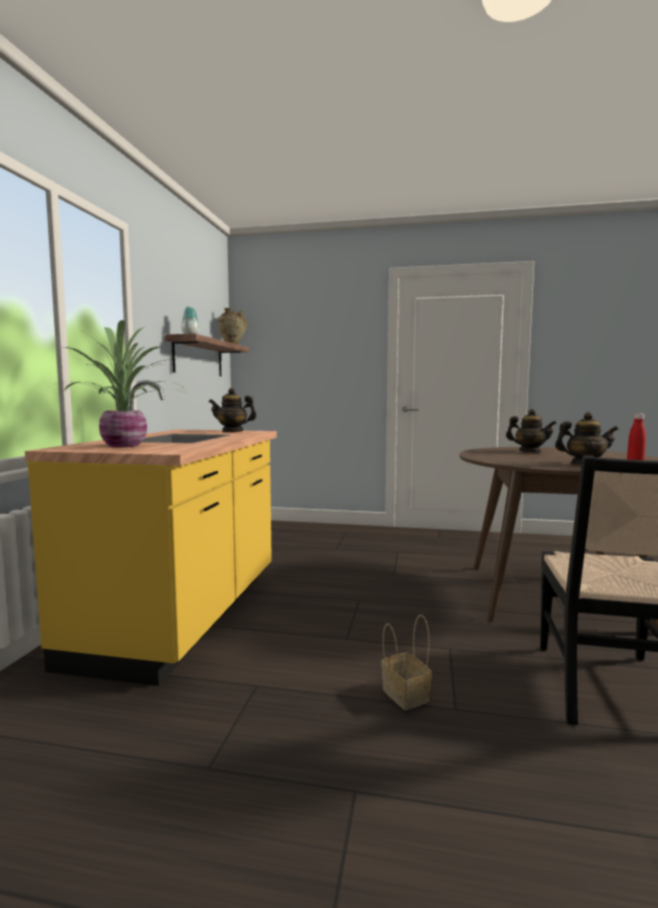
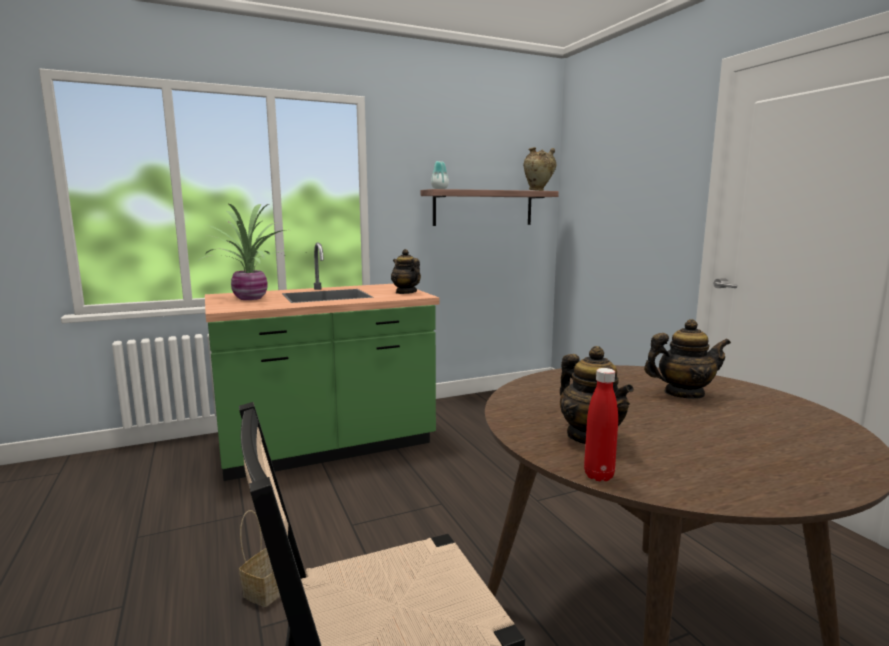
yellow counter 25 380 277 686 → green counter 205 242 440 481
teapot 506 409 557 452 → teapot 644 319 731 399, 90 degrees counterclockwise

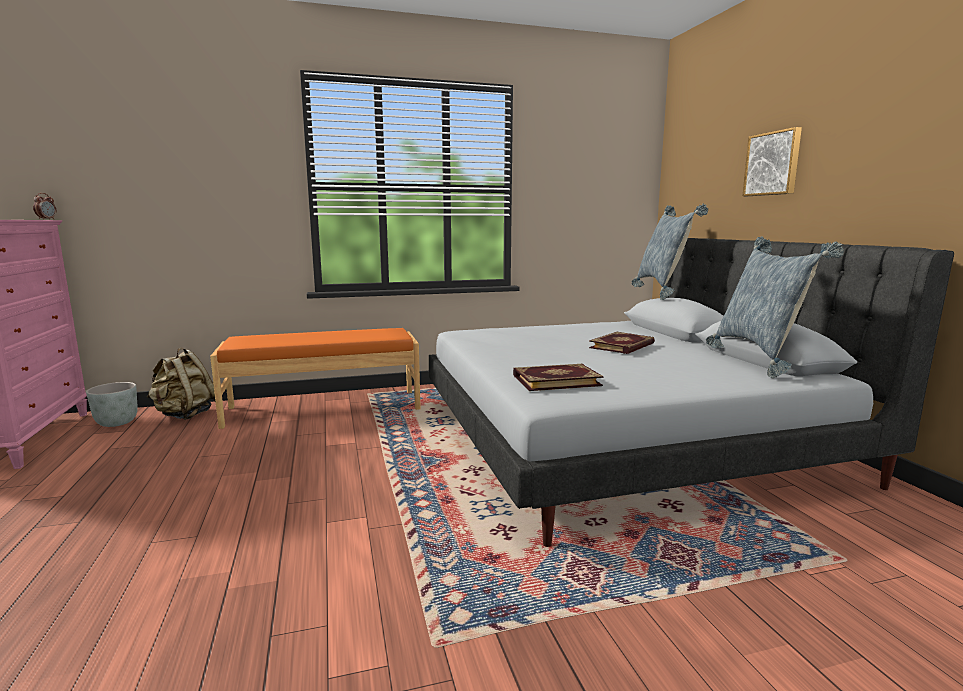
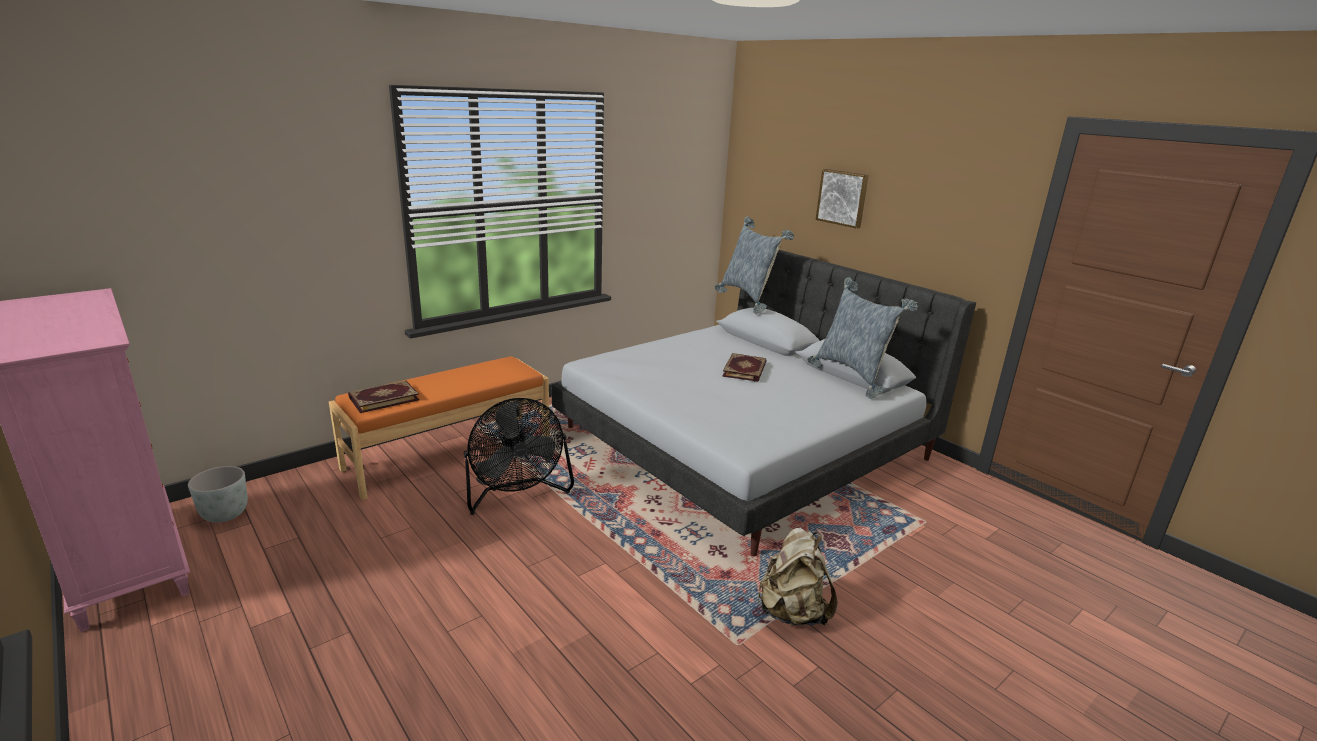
alarm clock 33 193 56 220 → -
beige backpack 147 348 215 420 → beige backpack 757 528 838 626, move
book 513 364 603 391 → book 348 380 419 413, move
- → black fan 464 398 574 515

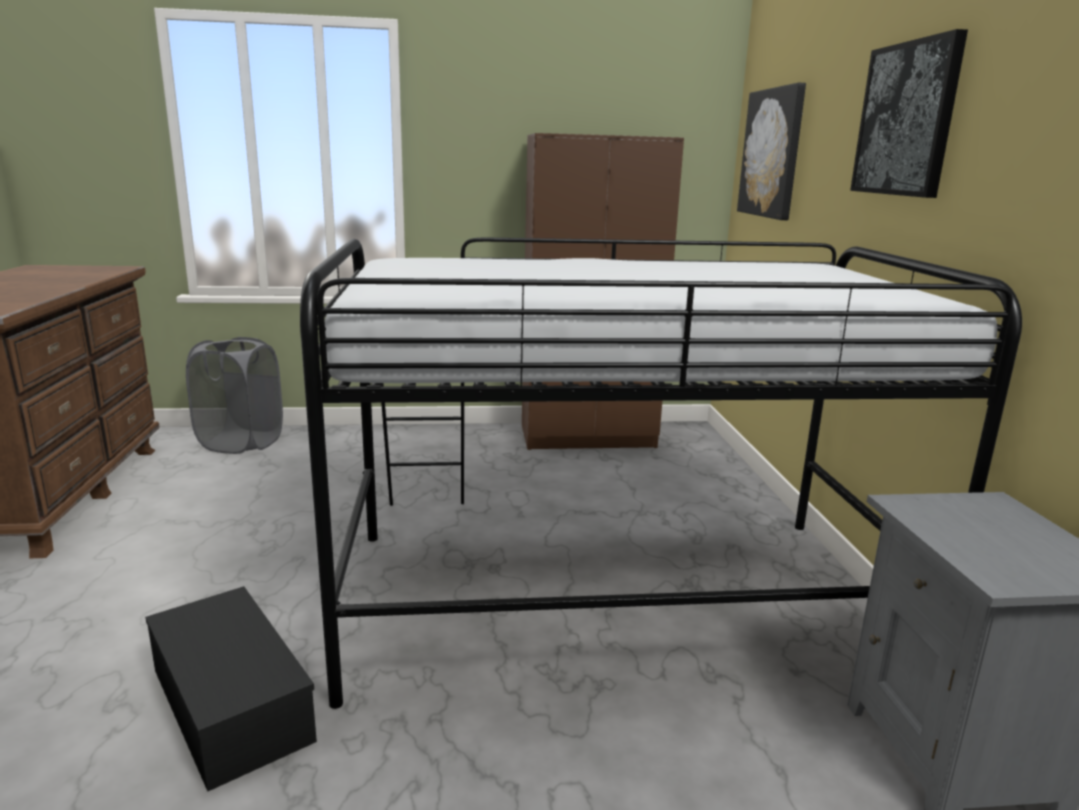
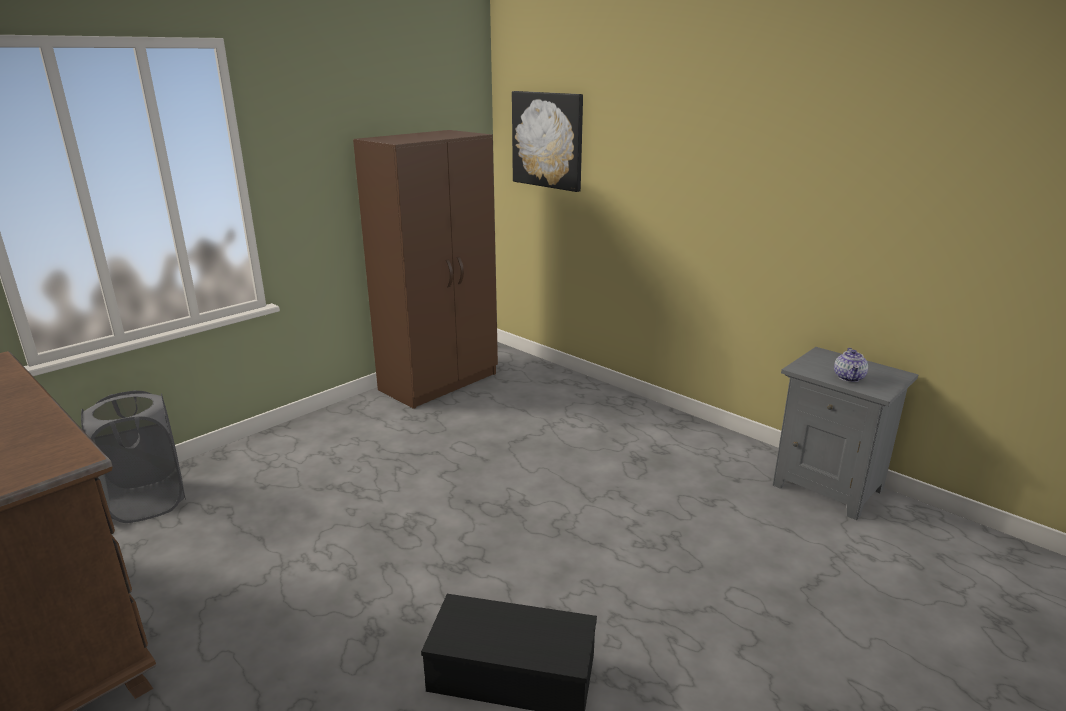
black bed 300 238 1022 709 → -
picture 850 29 968 198 → -
- → teapot 834 348 868 382

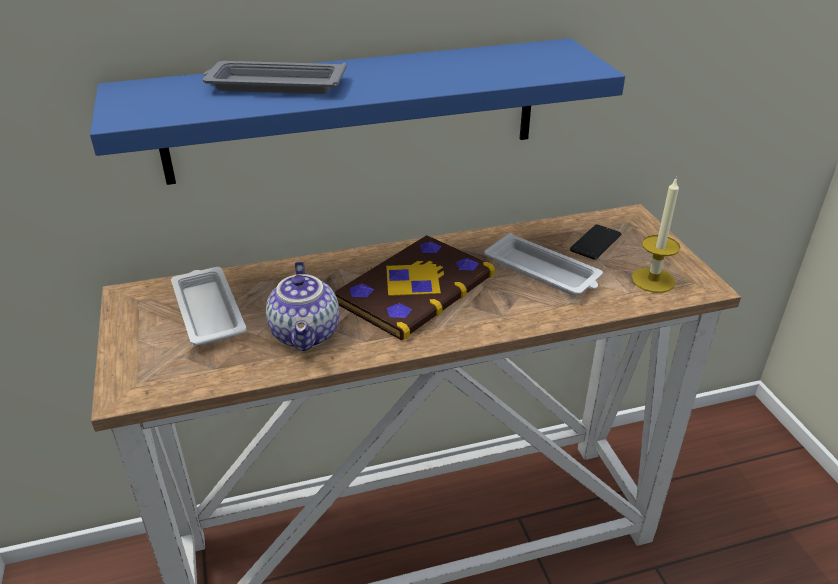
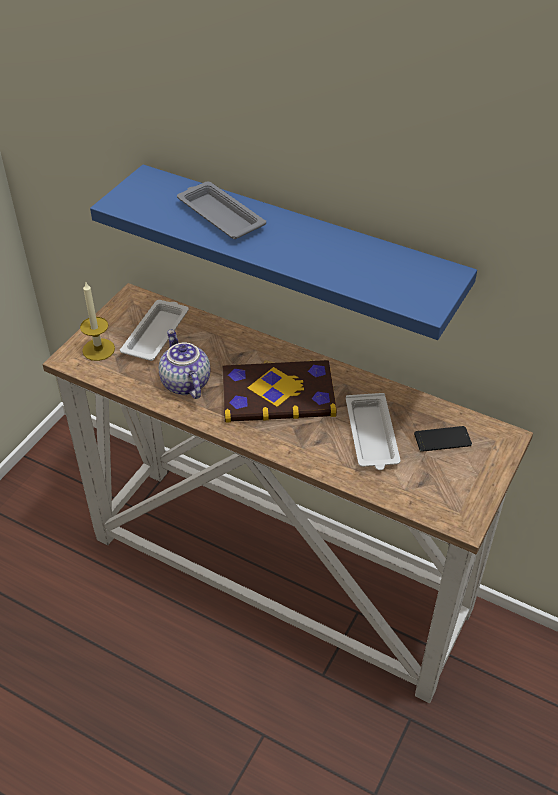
teapot 266 261 340 351 → teapot 159 330 211 399, 120 degrees clockwise
candle 631 177 681 293 → candle 80 281 115 361, move

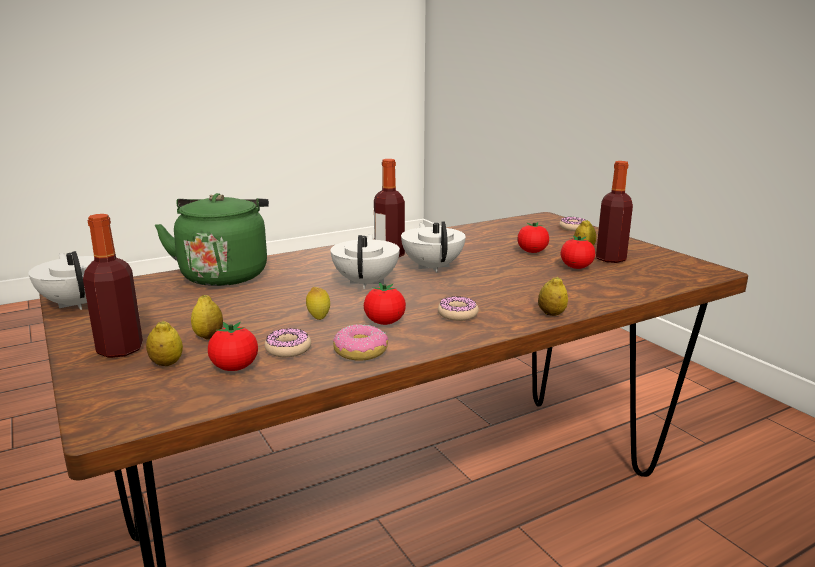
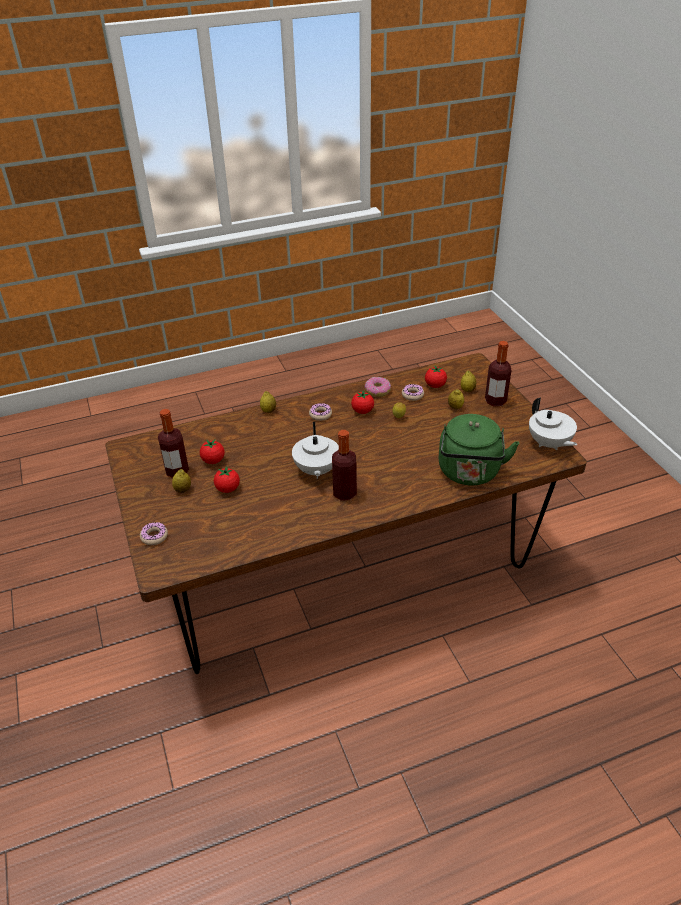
white teapot 331 234 400 289 → -

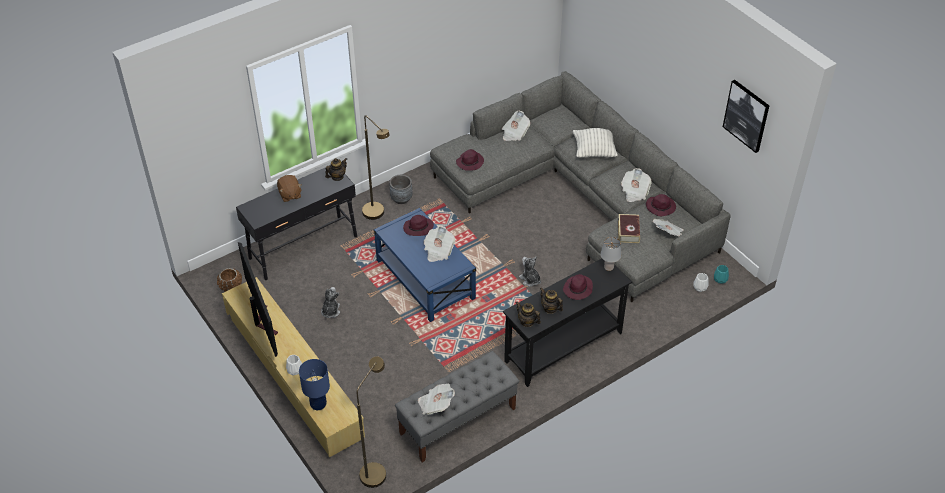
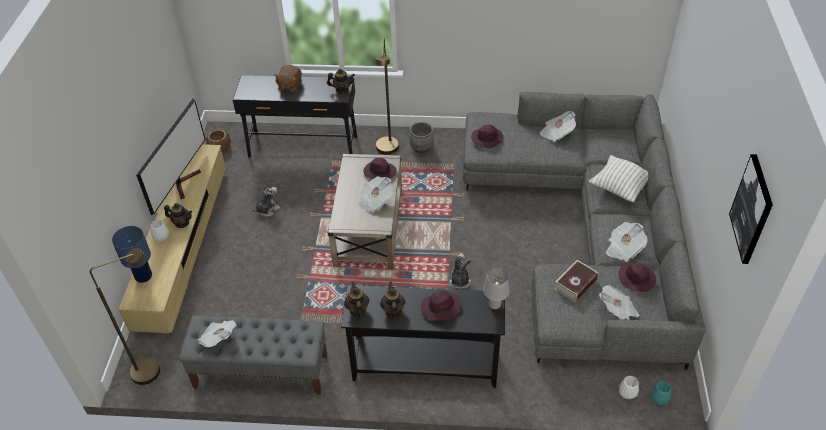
blue coffee table 374 208 476 322 → beige coffee table 327 154 402 269
- → teapot 164 203 192 228

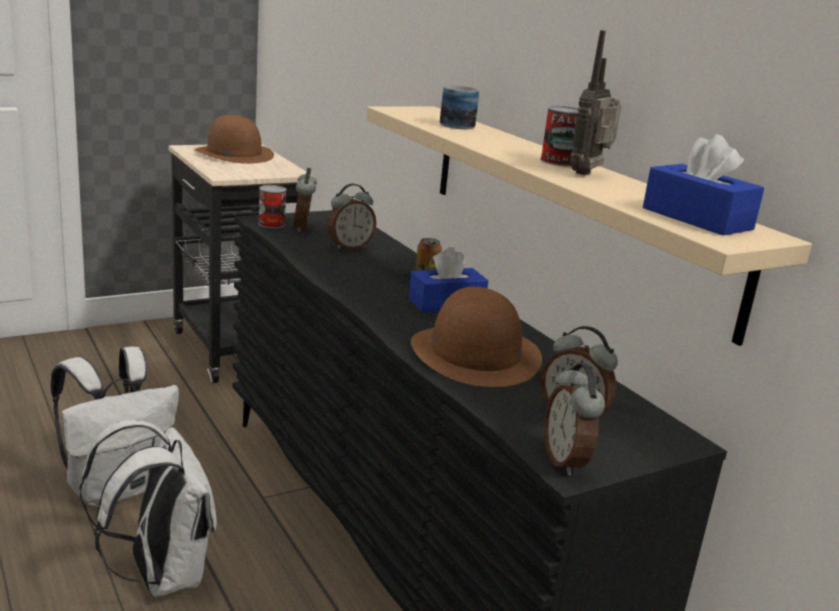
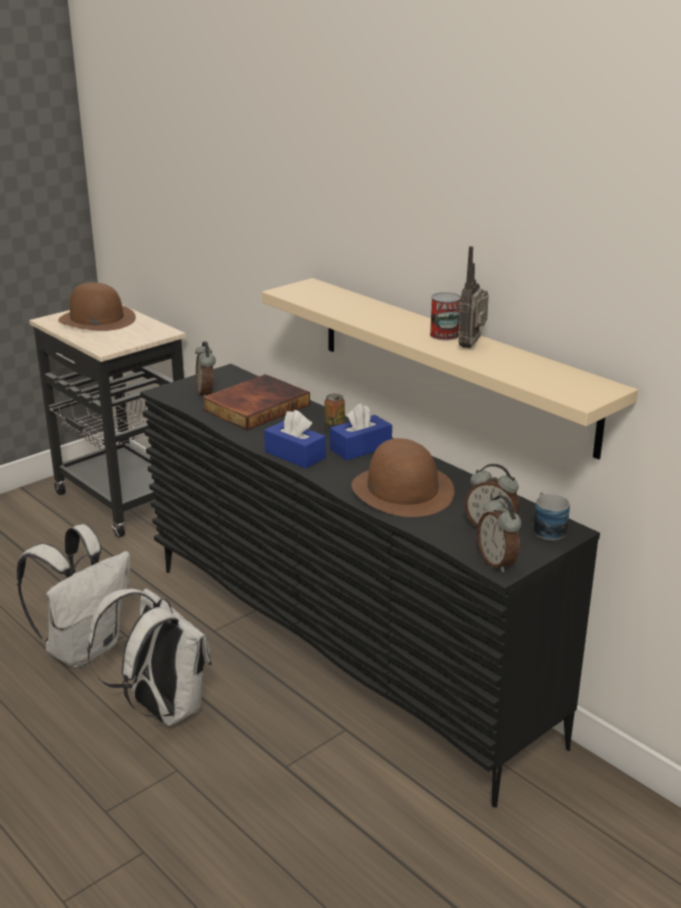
can 258 185 286 228 → -
alarm clock 327 184 377 250 → book 202 374 310 430
mug 440 85 479 129 → mug 533 491 570 540, move
blue tissue box 643 134 764 235 → blue tissue box 264 410 326 468, move

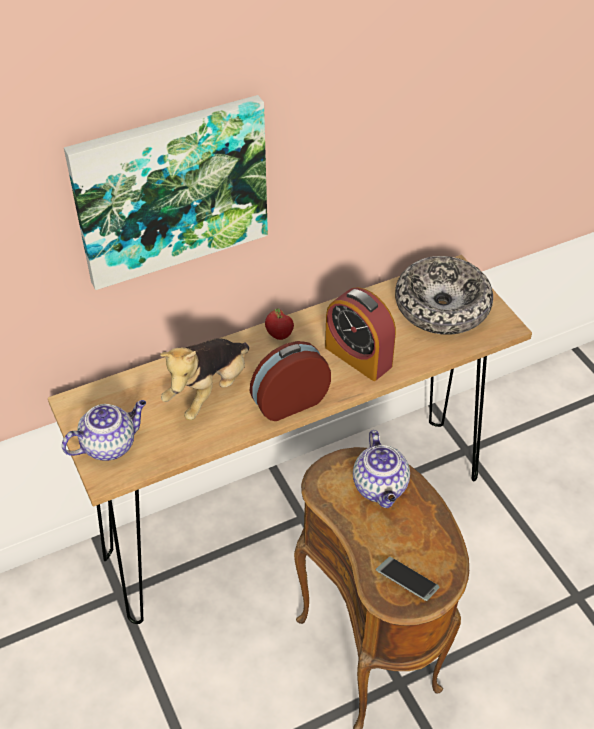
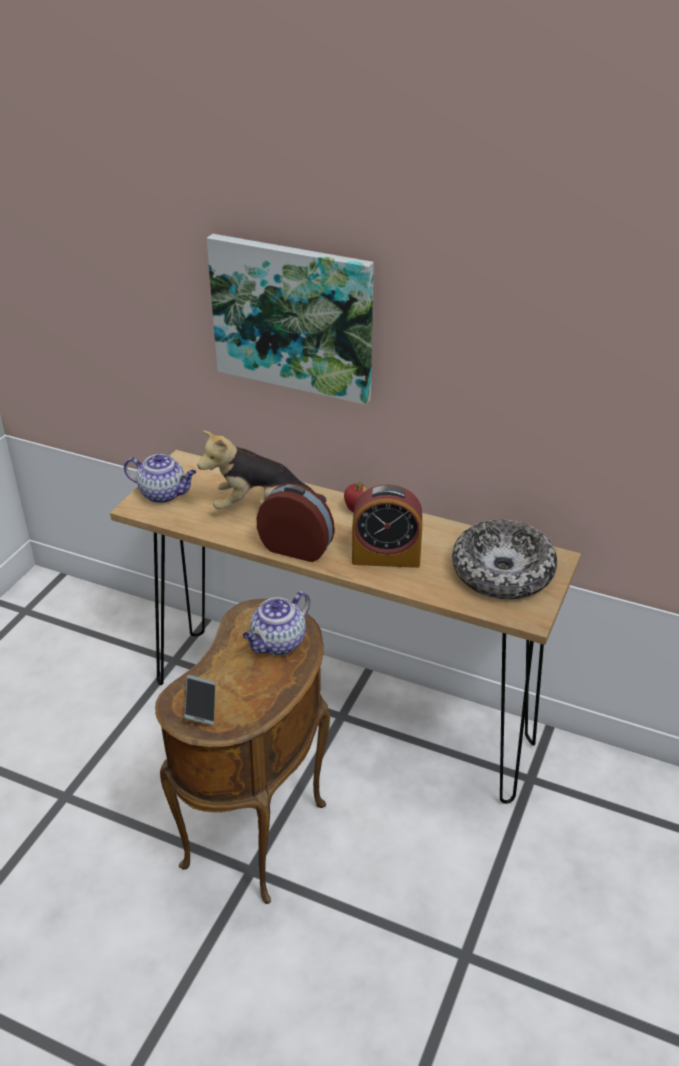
alarm clock 325 287 396 381 → alarm clock 352 484 422 568, 90 degrees counterclockwise

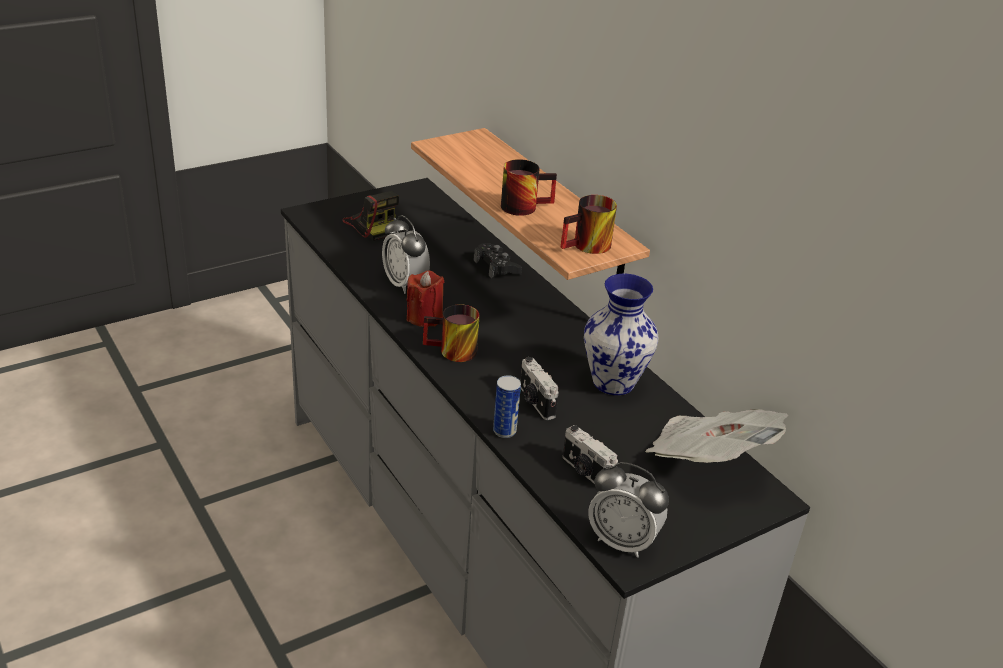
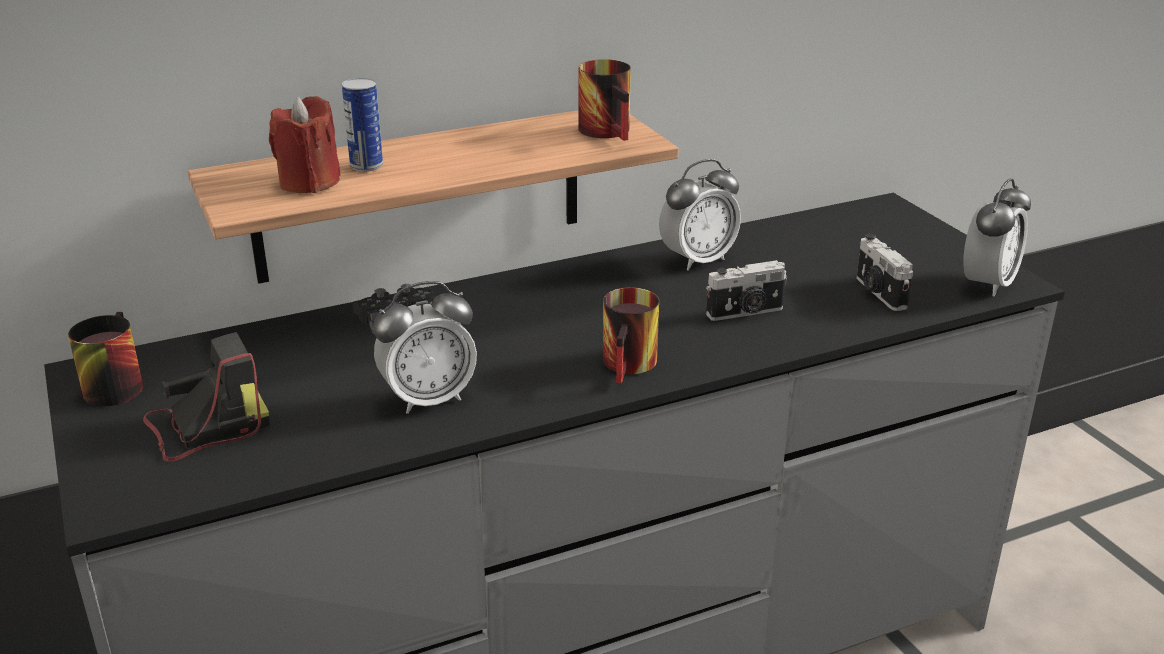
red candle 407 270 444 327 → red candle 269 96 341 193, move
can 493 375 521 438 → can 342 78 383 172, move
mug 501 159 557 216 → mug 68 312 143 406, move
photo camera 563 425 618 483 → photo camera 856 234 913 311, 105 degrees clockwise
vase 584 274 659 395 → alarm clock 659 159 741 271
newspaper 645 409 788 463 → -

